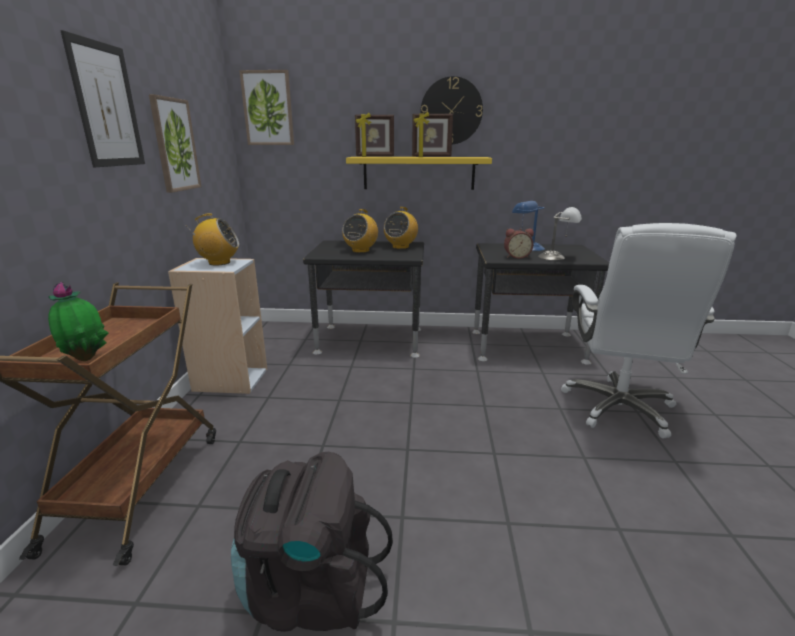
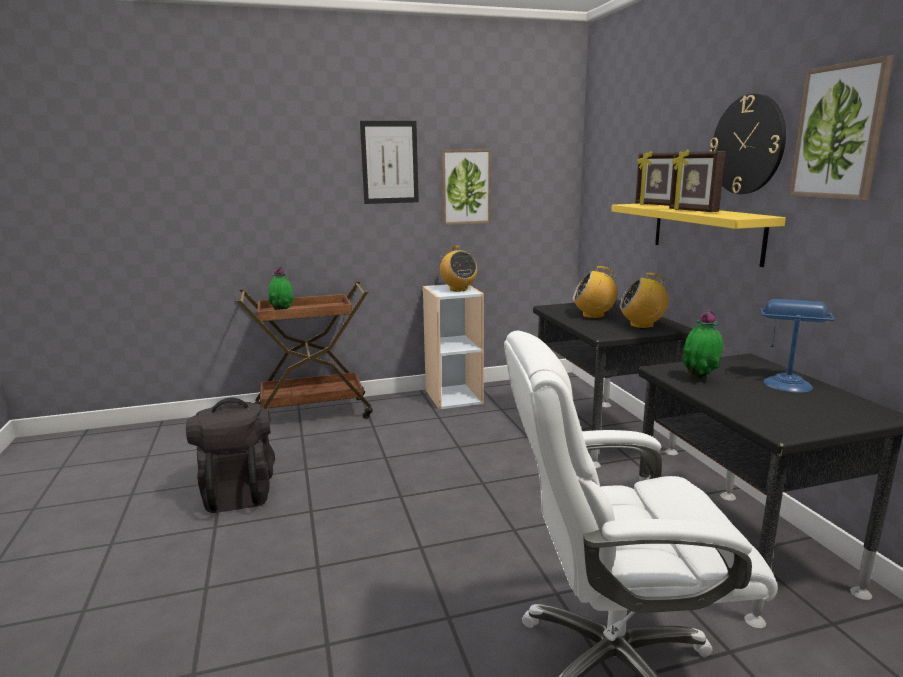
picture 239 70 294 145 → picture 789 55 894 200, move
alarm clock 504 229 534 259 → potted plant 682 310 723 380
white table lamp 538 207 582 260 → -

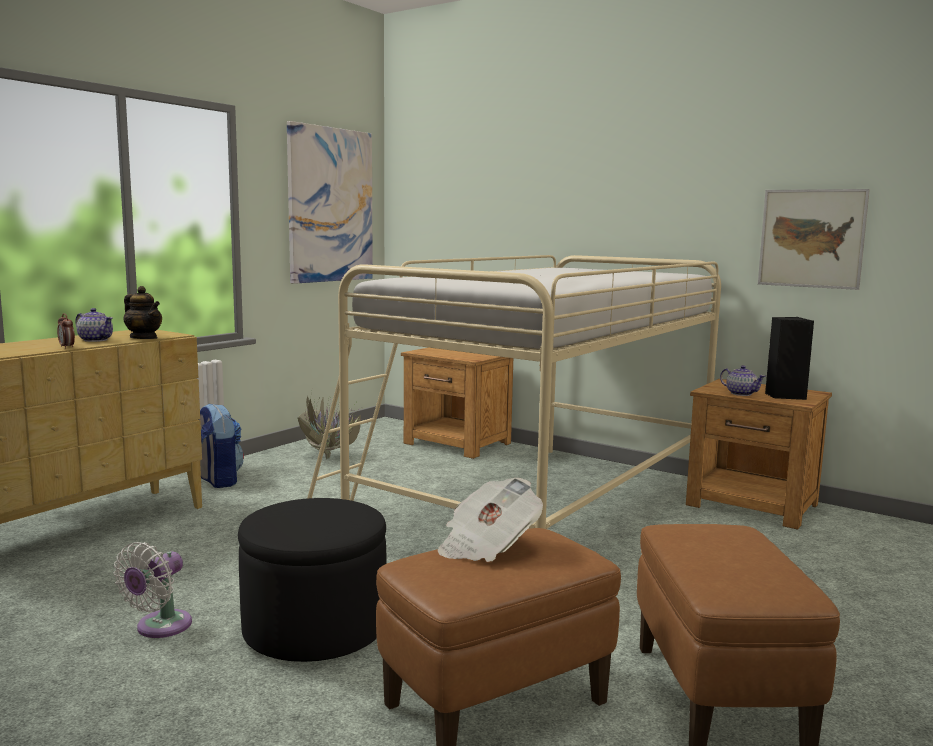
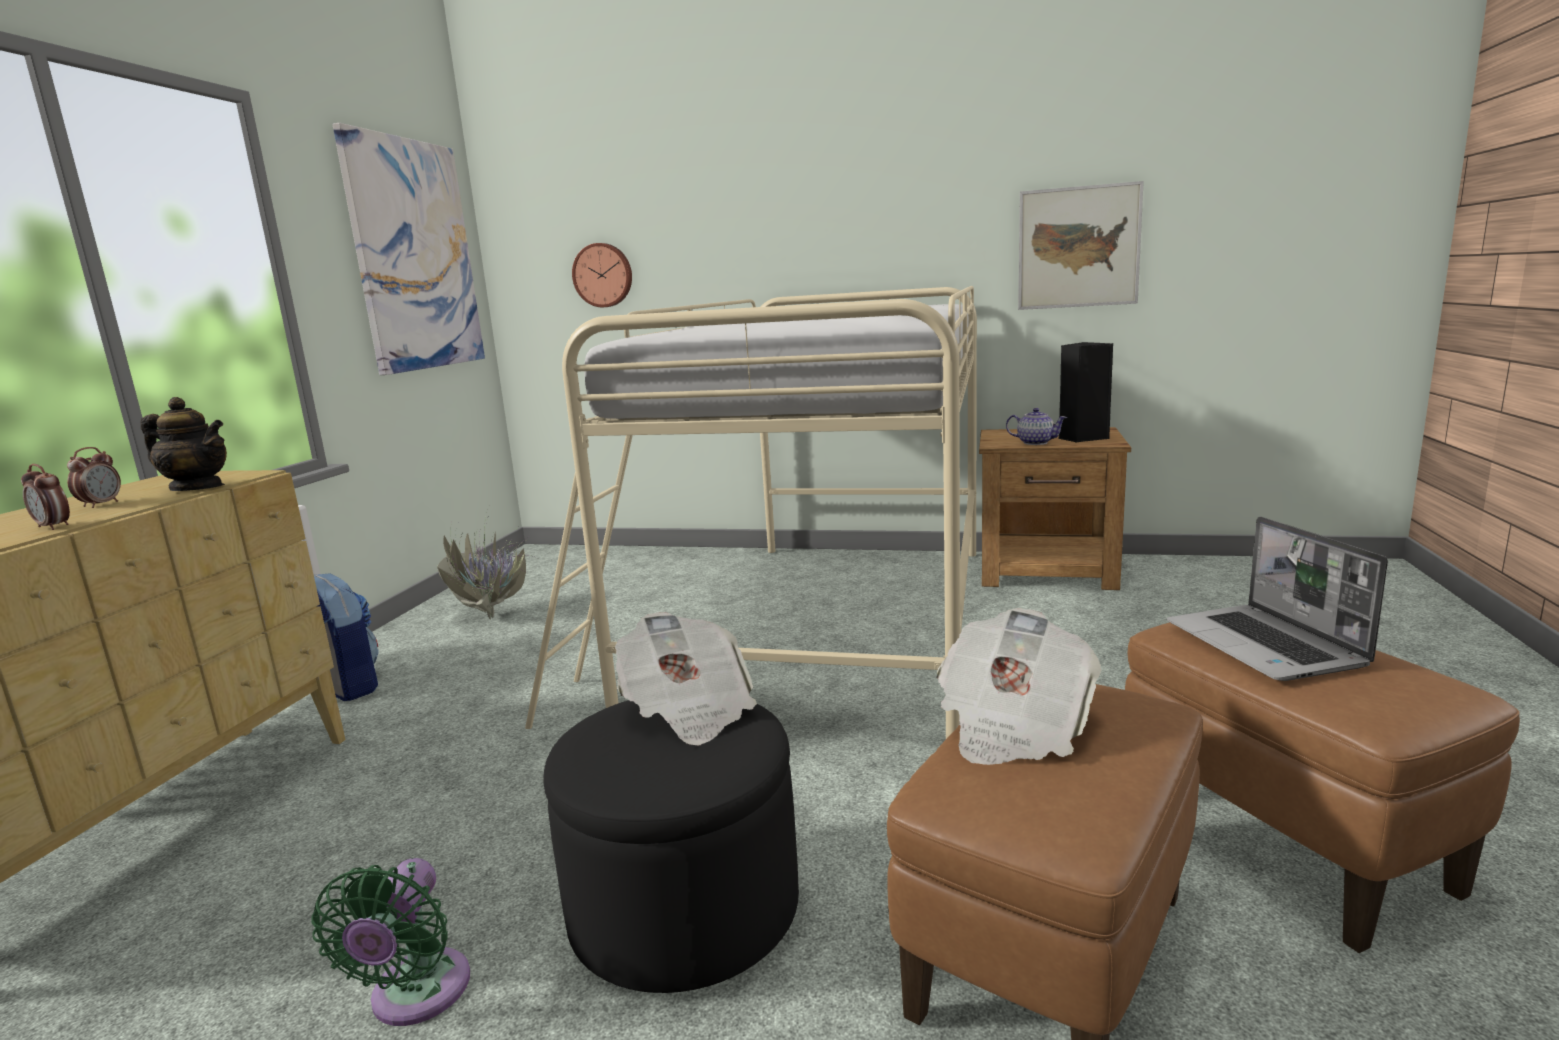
teapot 75 308 113 342 → alarm clock 67 447 121 508
white fan 113 542 192 638 → green fan 311 858 470 1026
brown nightstand 401 348 513 459 → -
- → wall clock 572 243 632 307
- → newspaper 615 612 757 746
- → laptop 1167 517 1388 681

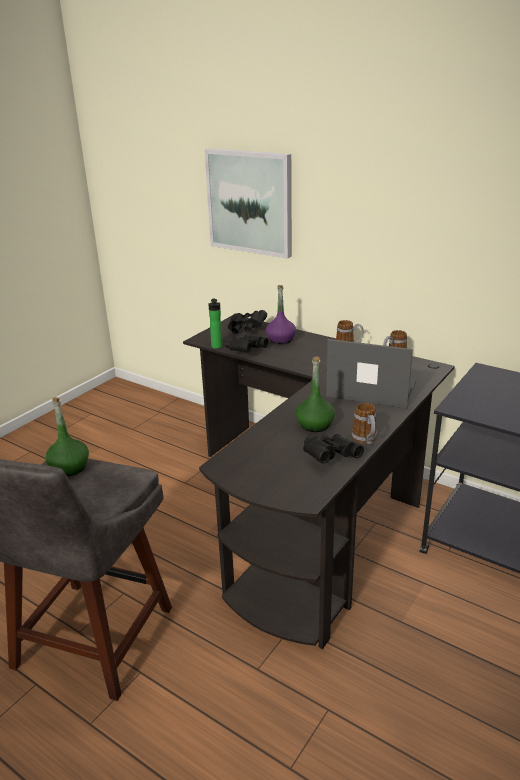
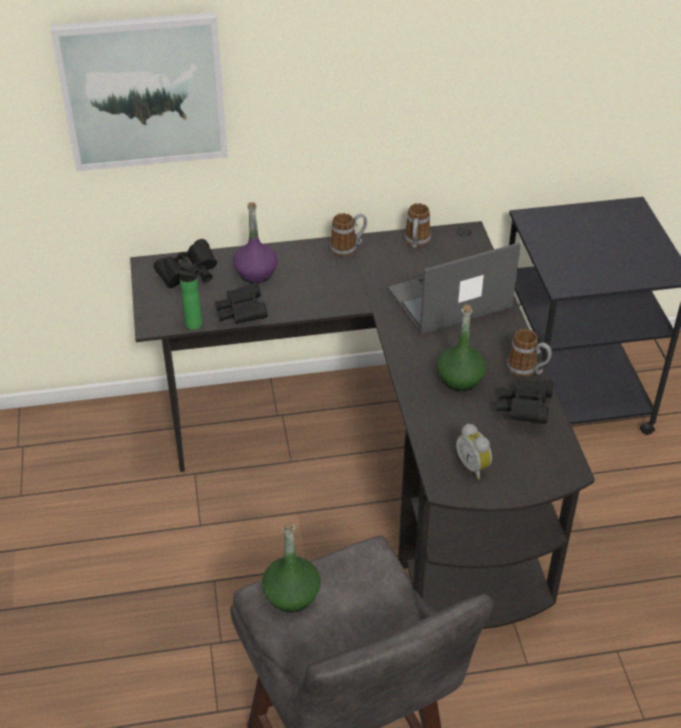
- → alarm clock 456 424 492 480

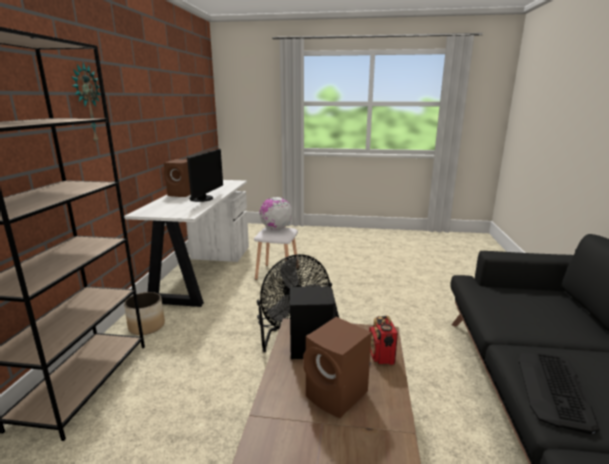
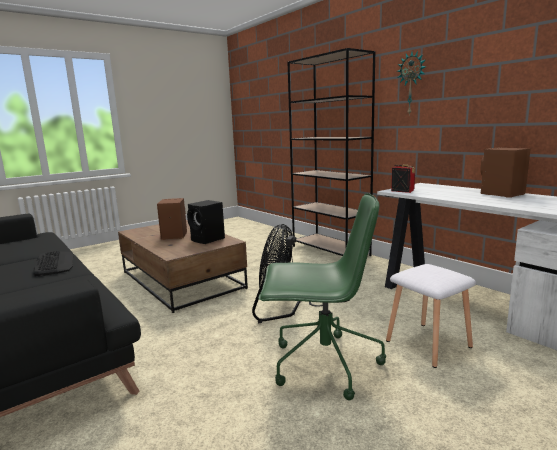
planter 124 292 165 335 → -
monitor 187 148 223 202 → -
globe 259 197 293 230 → -
radio 369 316 398 365 → radio 391 164 415 193, move
- → green office chair 258 193 386 400

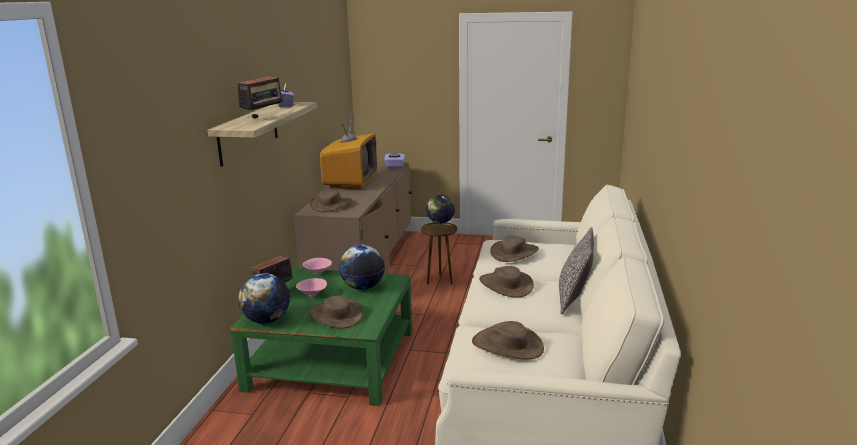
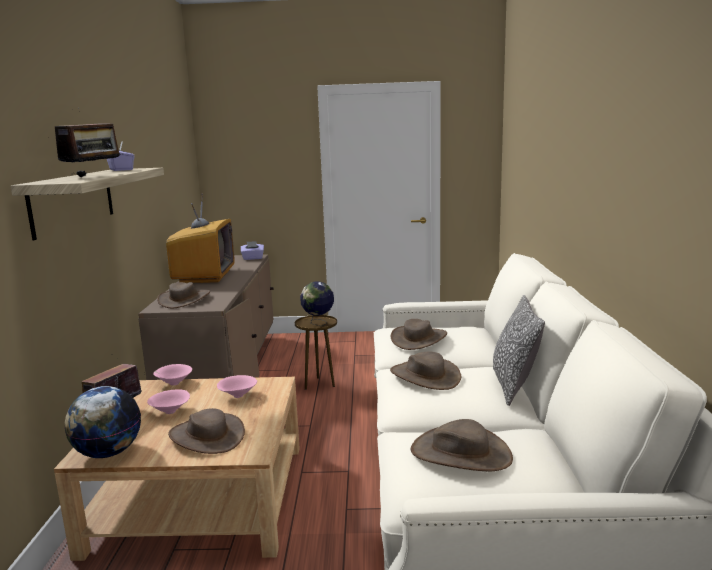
green coffee table 231 268 412 406 → beige coffee table 54 377 300 561
globe 339 245 385 290 → pink bowl 217 375 257 398

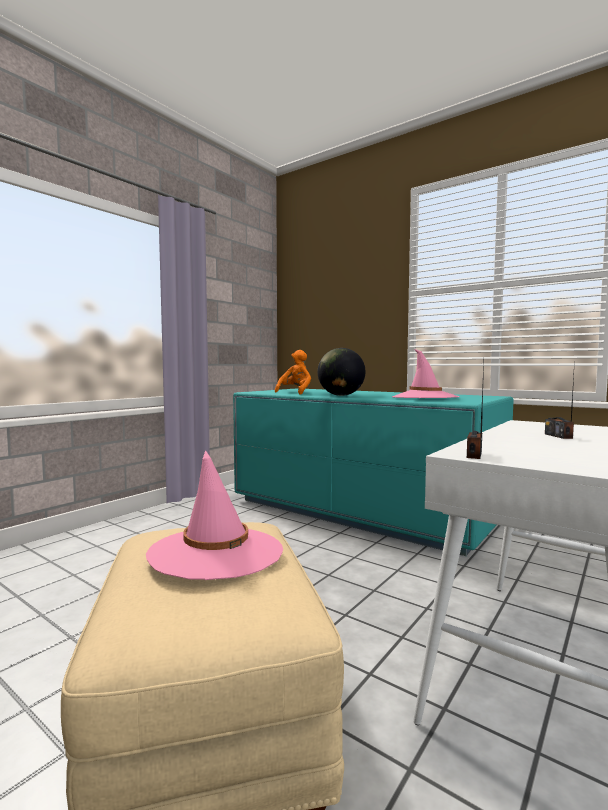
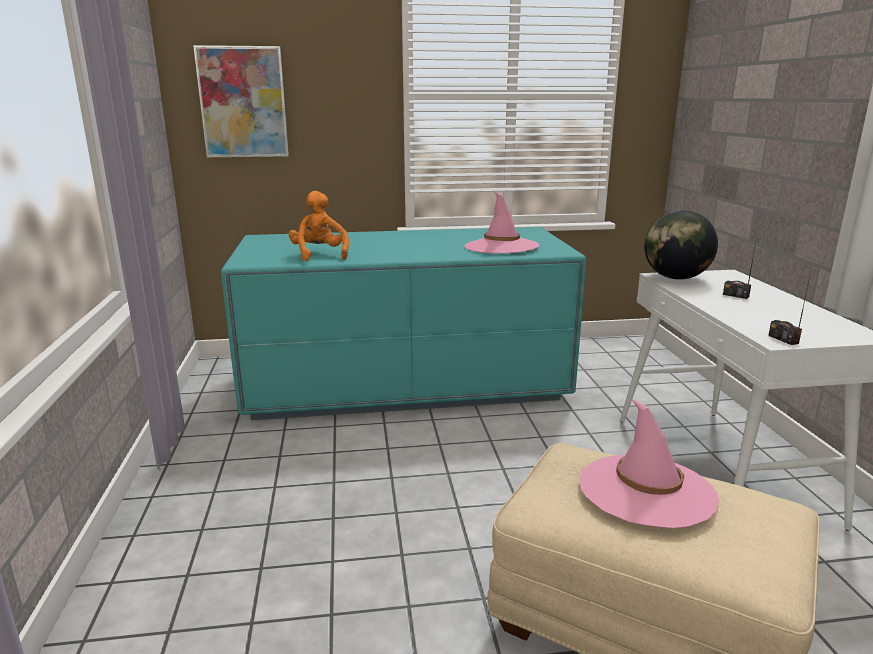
globe 318 348 365 396 → globe 644 210 718 280, move
- → picture 193 45 289 157

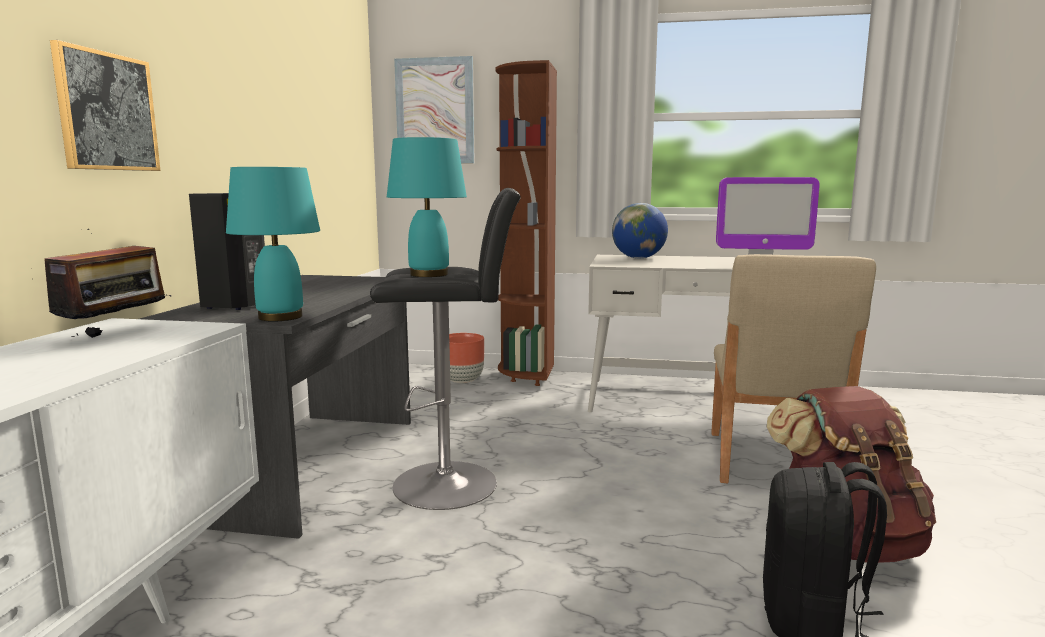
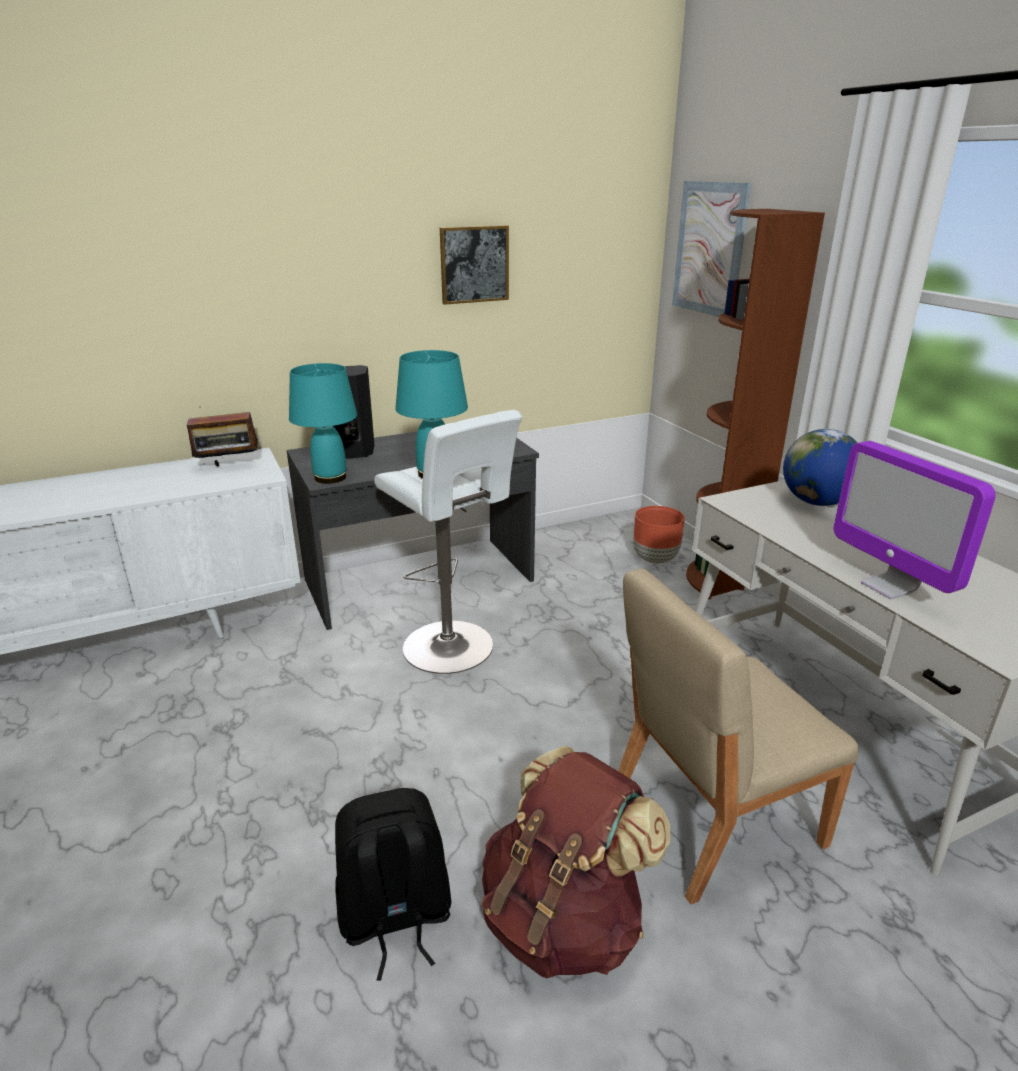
picture 50 40 161 171 → picture 440 225 509 305, move
black stool 370 188 521 510 → white stool 374 410 522 674

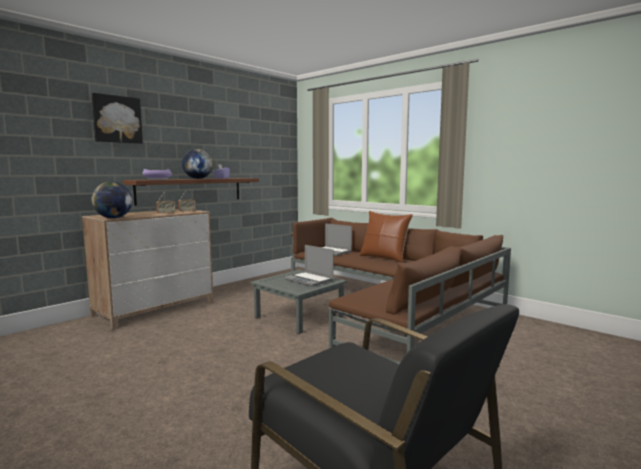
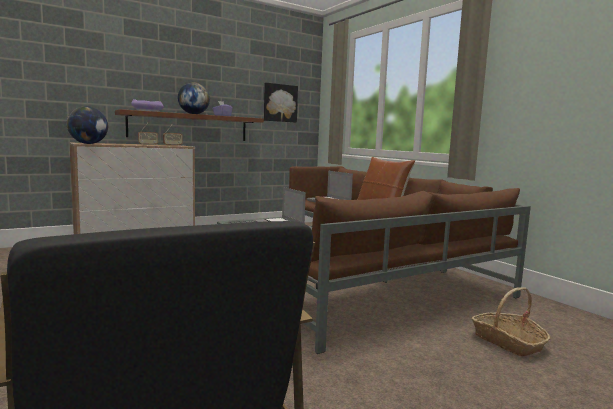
picture 92 93 143 144 → picture 264 83 298 123, move
- → basket 471 287 550 357

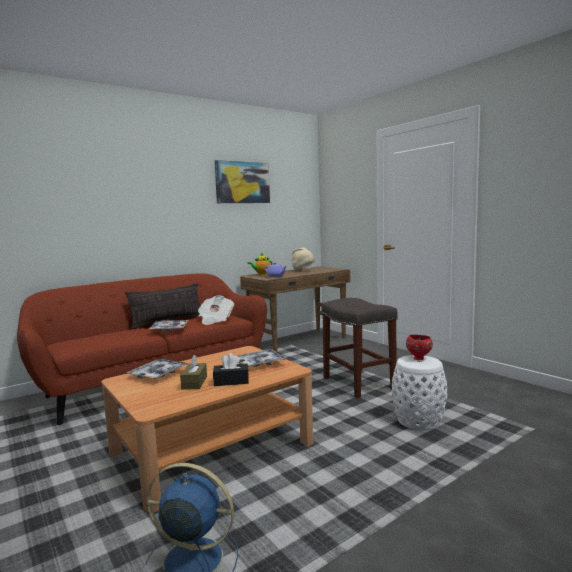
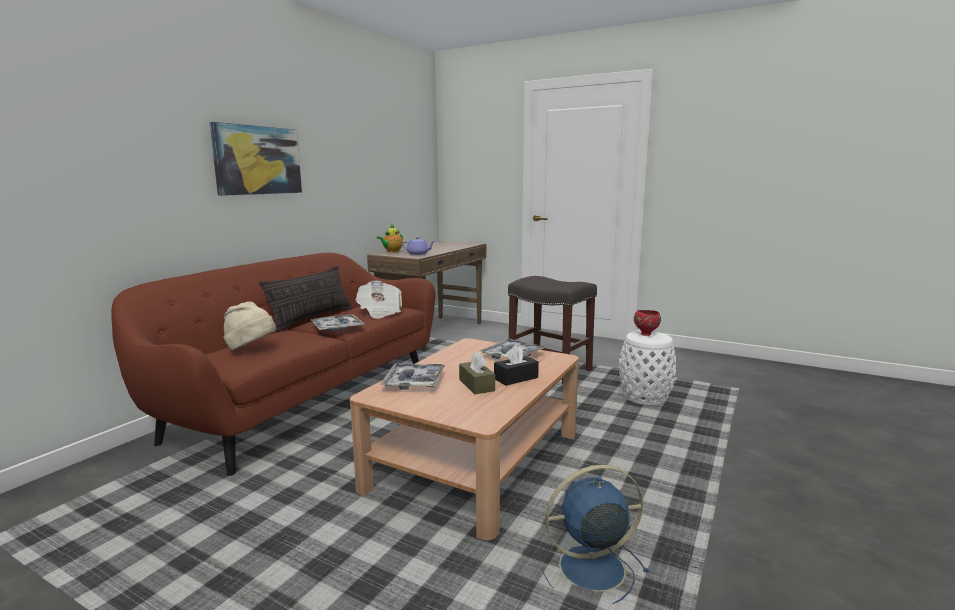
picture 214 160 270 203 → picture 209 122 302 196, move
beige hat 292 247 315 270 → beige hat 224 302 276 350, move

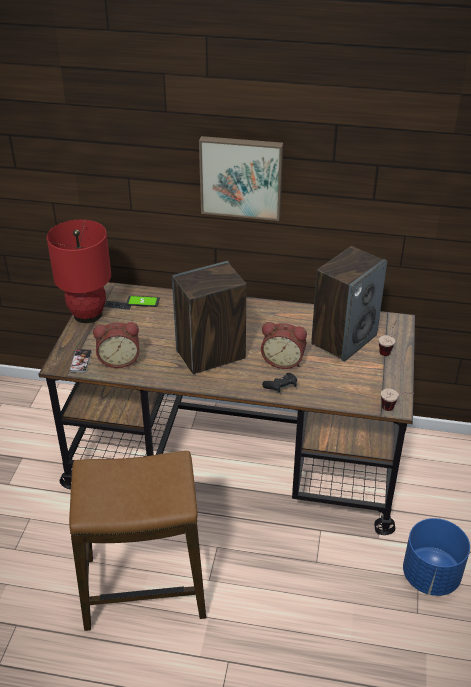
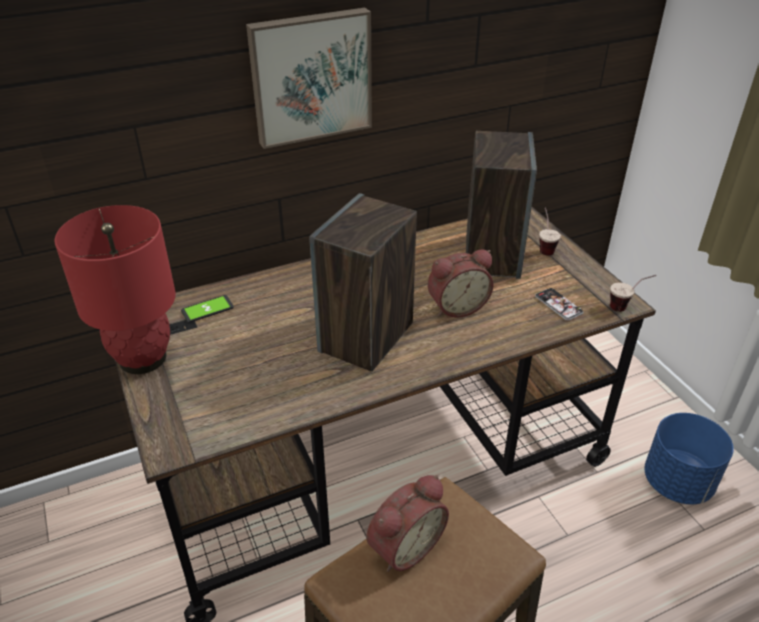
phone 69 349 92 373 → phone 535 288 583 321, move
alarm clock 93 322 139 368 → alarm clock 366 475 449 572, move
black game controller 262 373 297 393 → -

